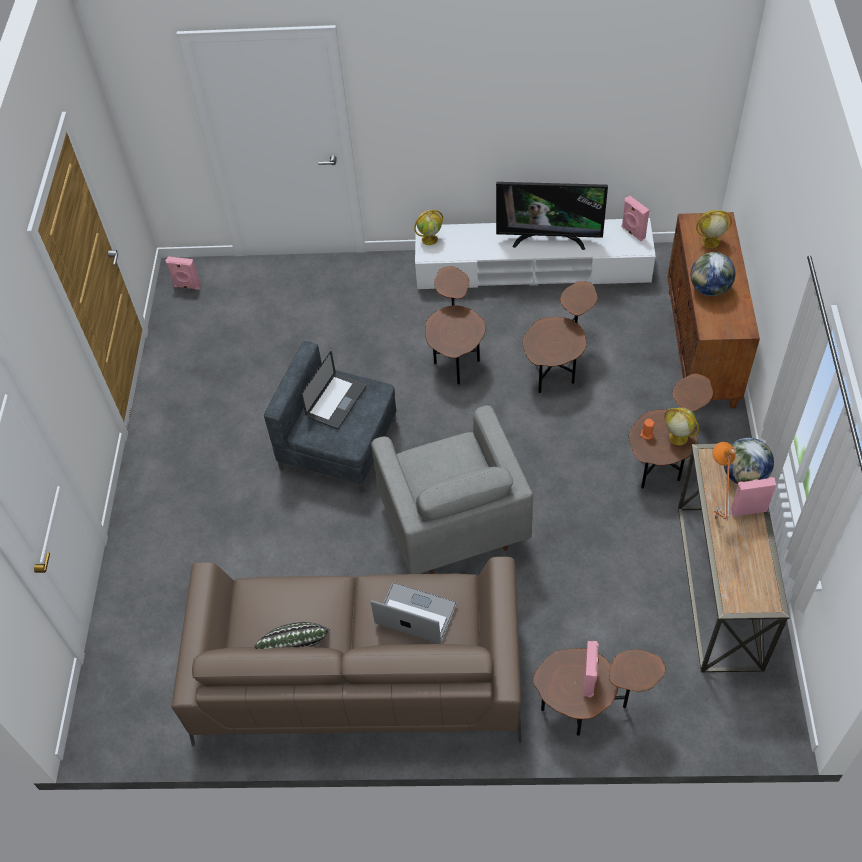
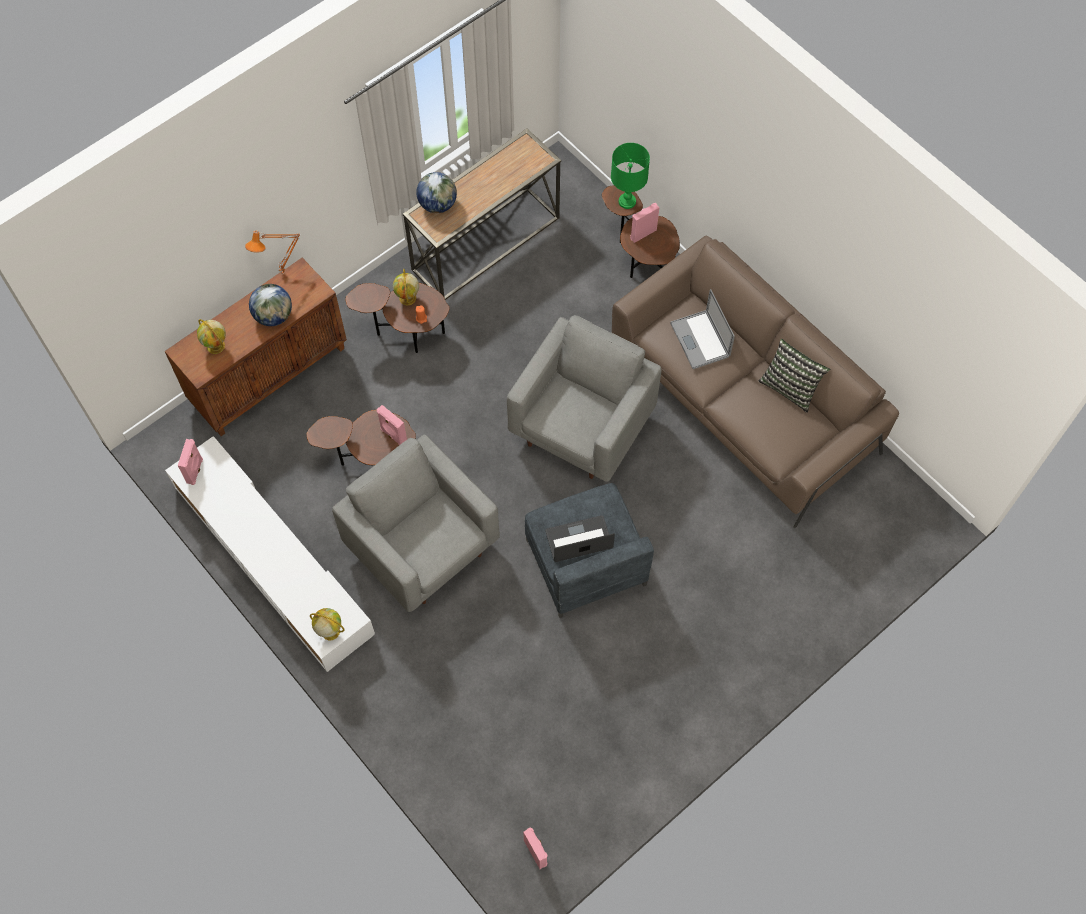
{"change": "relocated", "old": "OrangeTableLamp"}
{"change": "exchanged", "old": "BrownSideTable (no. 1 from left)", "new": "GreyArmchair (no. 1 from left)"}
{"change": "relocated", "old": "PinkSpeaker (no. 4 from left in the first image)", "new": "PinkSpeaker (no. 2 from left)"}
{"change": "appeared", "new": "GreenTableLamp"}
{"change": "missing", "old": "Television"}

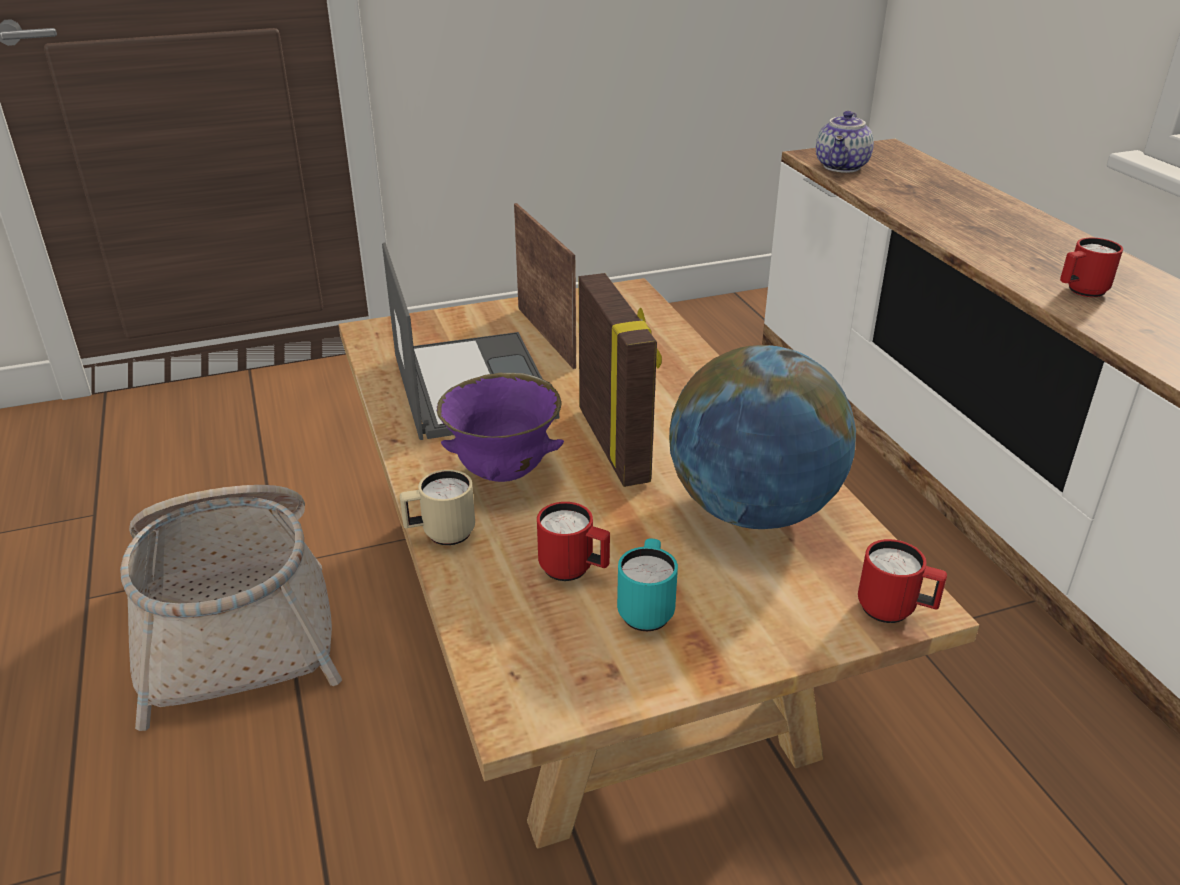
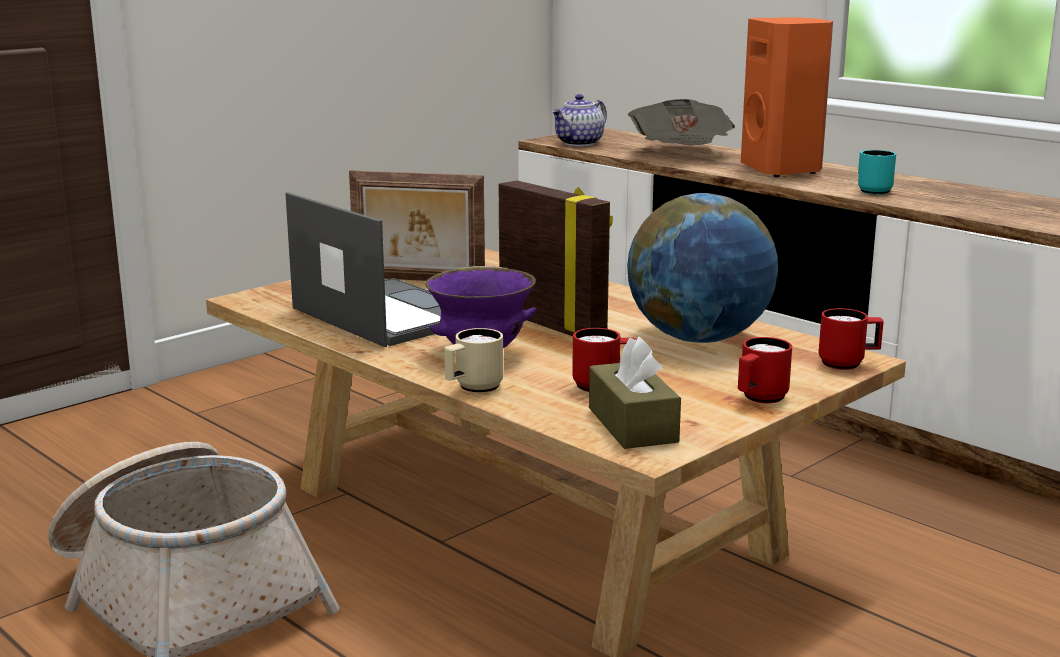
{"change": "spun", "old": "PictureFrame (no. 1 from left)", "degrees": 150}
{"change": "spun", "old": "Teapot", "degrees": 45}
{"change": "appeared", "new": "BrownTissueBox"}
{"change": "appeared", "new": "Newspaper"}
{"change": "relocated", "old": "RedMug (no. 3 from left in the first image)", "new": "RedMug (no. 2 from left)"}
{"change": "appeared", "new": "OrangeSpeaker"}
{"change": "relocated", "old": "TurquoiseMug"}

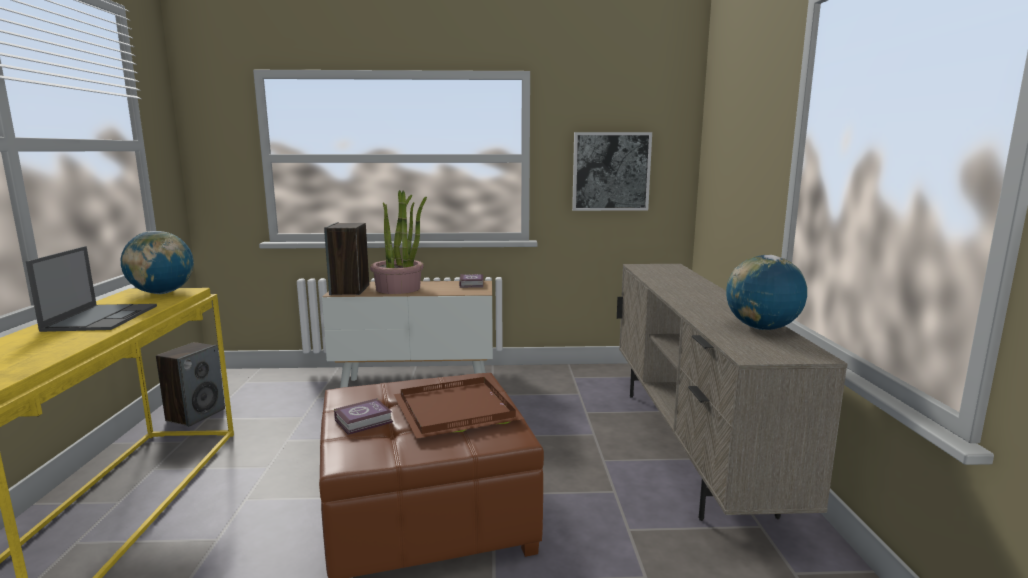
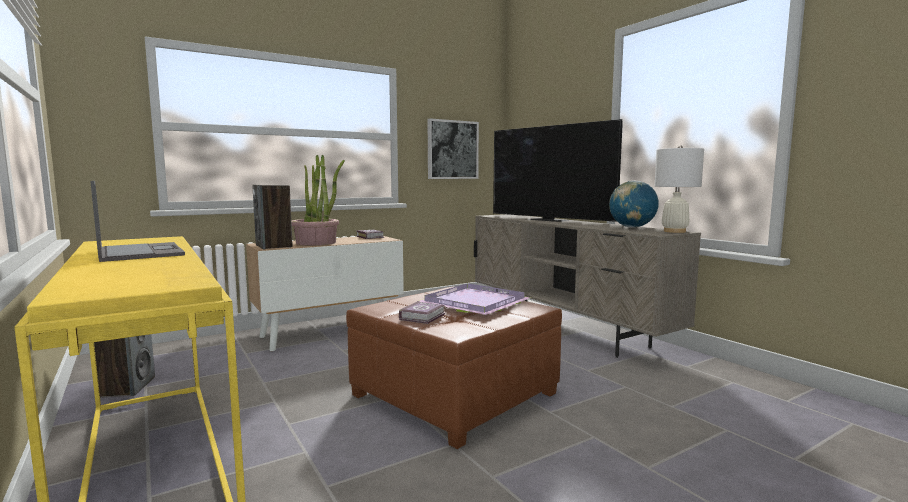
{"change": "colour", "old": "BrownTray", "new": "PurpleTray"}
{"change": "appeared", "new": "Television"}
{"change": "appeared", "new": "WhiteTableLamp"}
{"change": "missing", "old": "Globe (no. 1 from left)"}

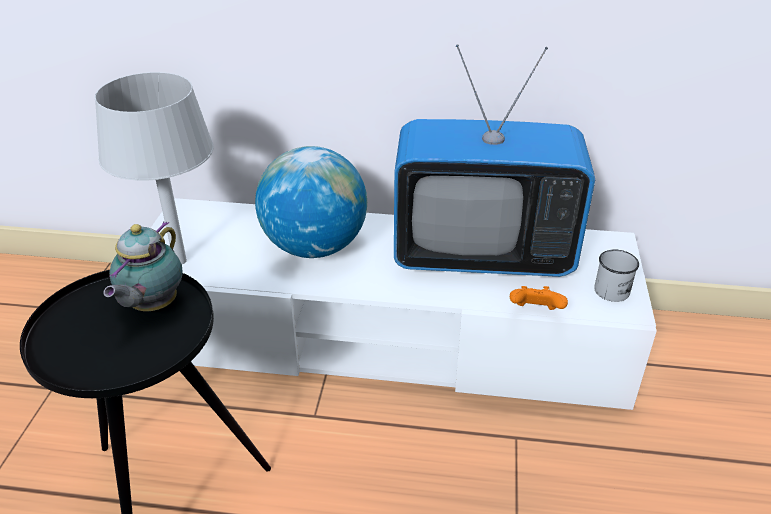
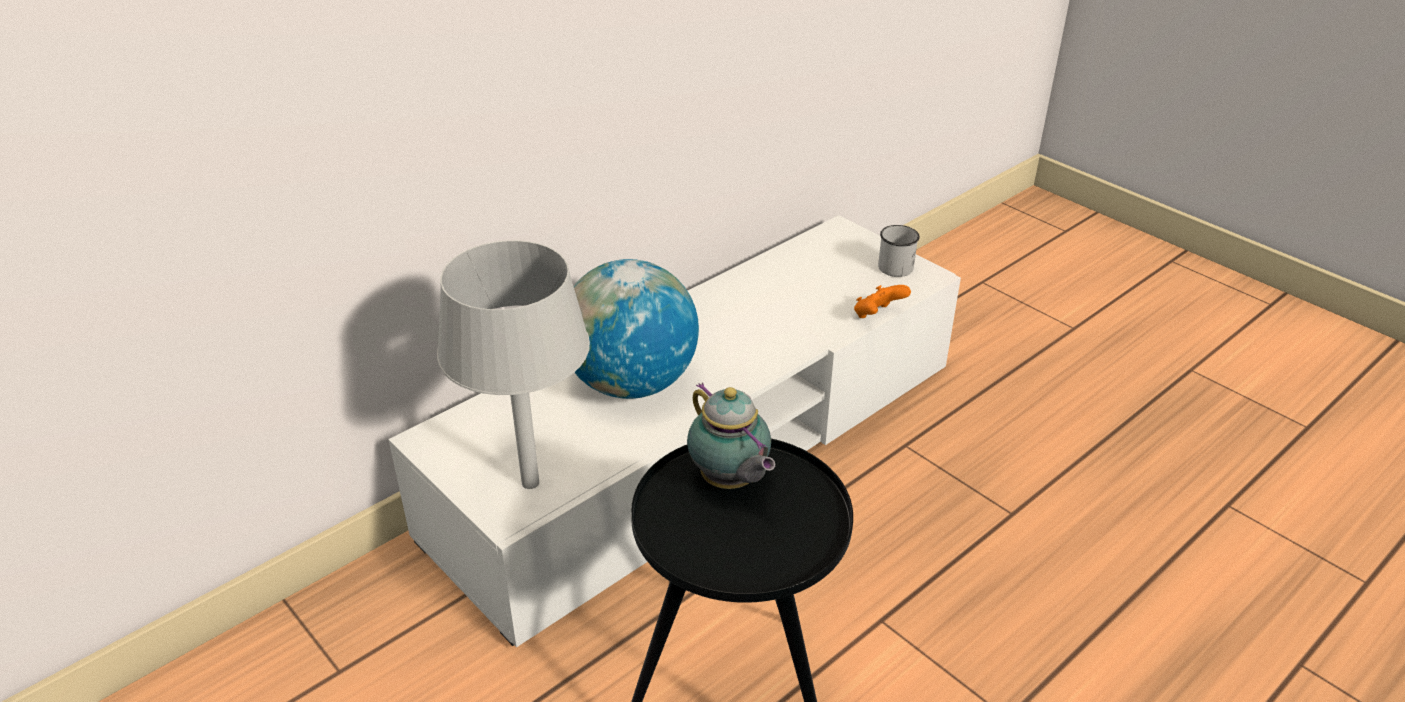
{"change": "missing", "old": "Television"}

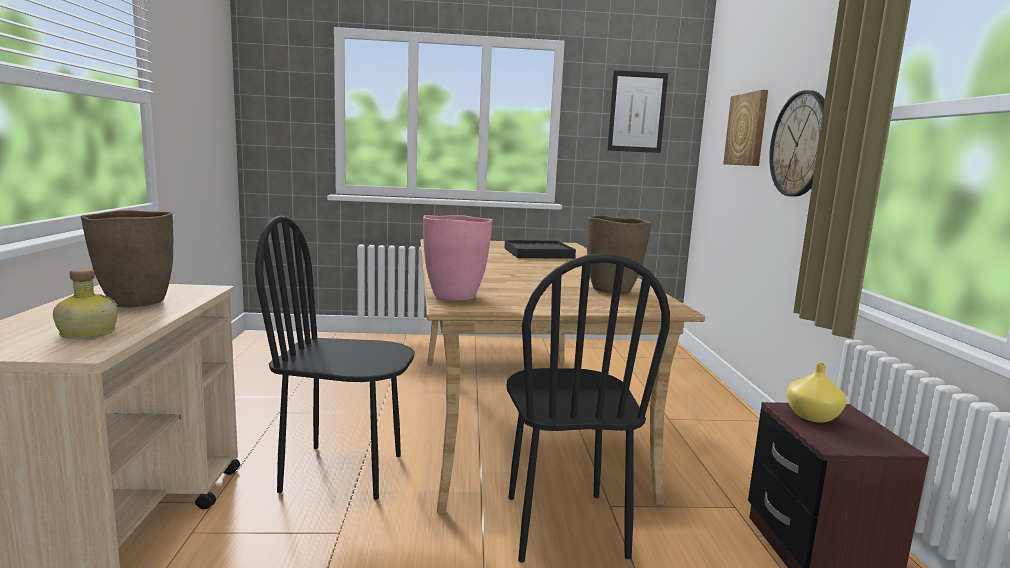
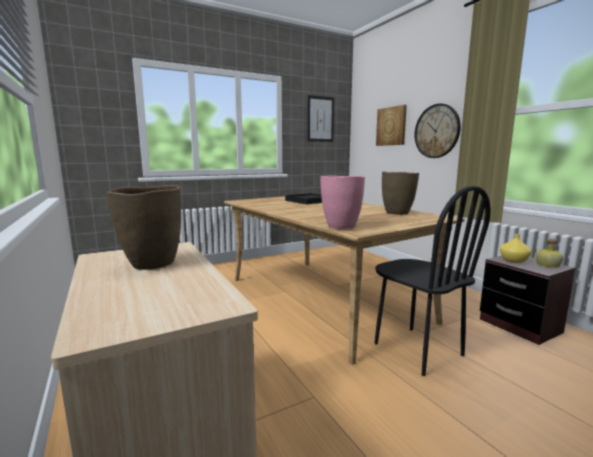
{"change": "relocated", "old": "Bottle"}
{"change": "missing", "old": "BlackChair (no. 1 from left)"}

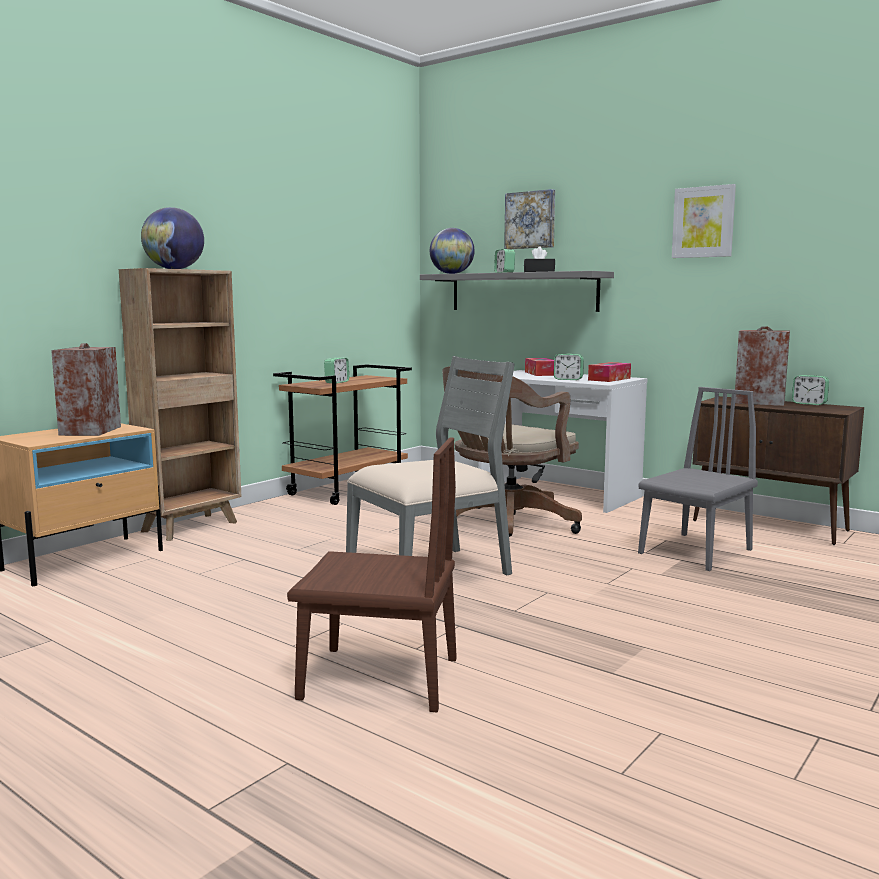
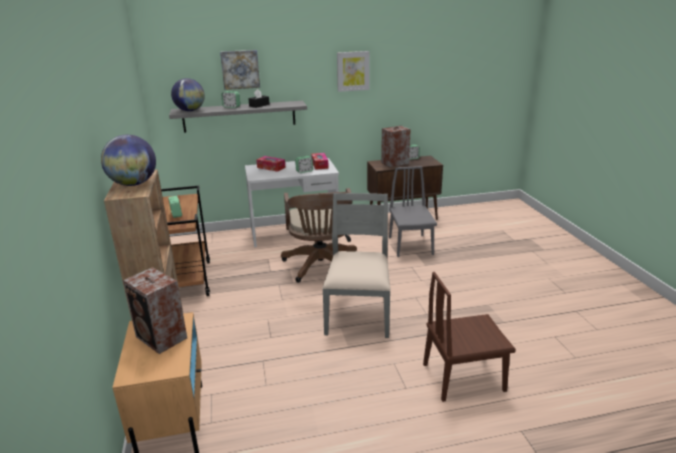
{"change": "spun", "old": "BrownChair", "degrees": -150}

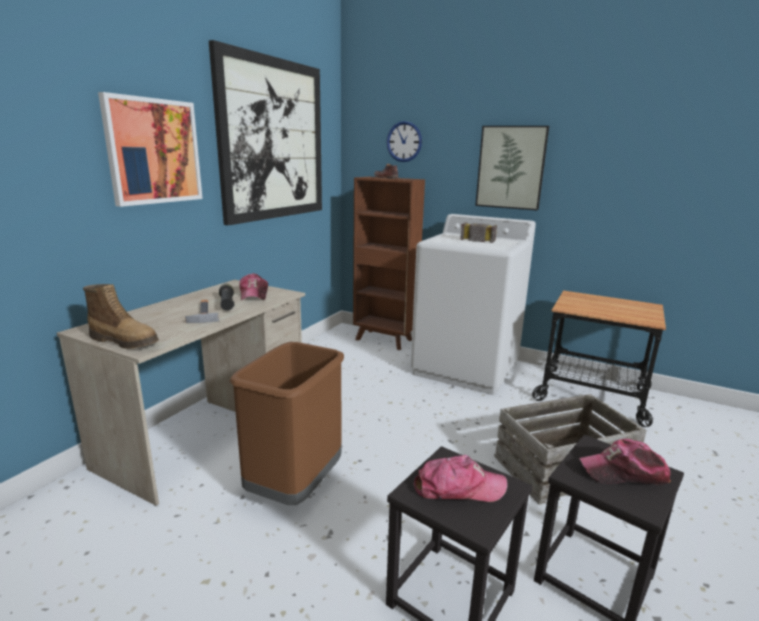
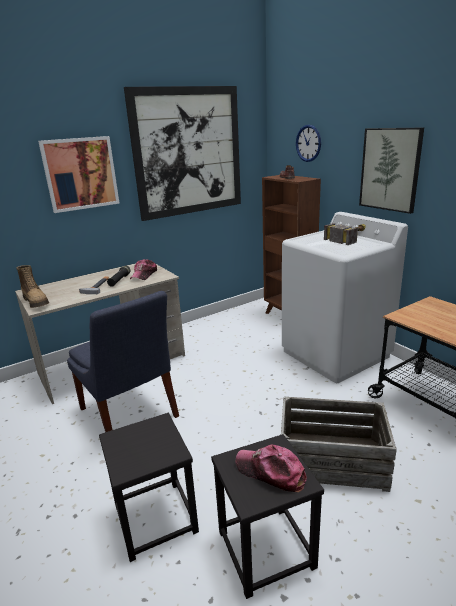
{"change": "exchanged", "old": "BrownTrashCan", "new": "BlueChair"}
{"change": "missing", "old": "Cap (no. 2 from left)"}

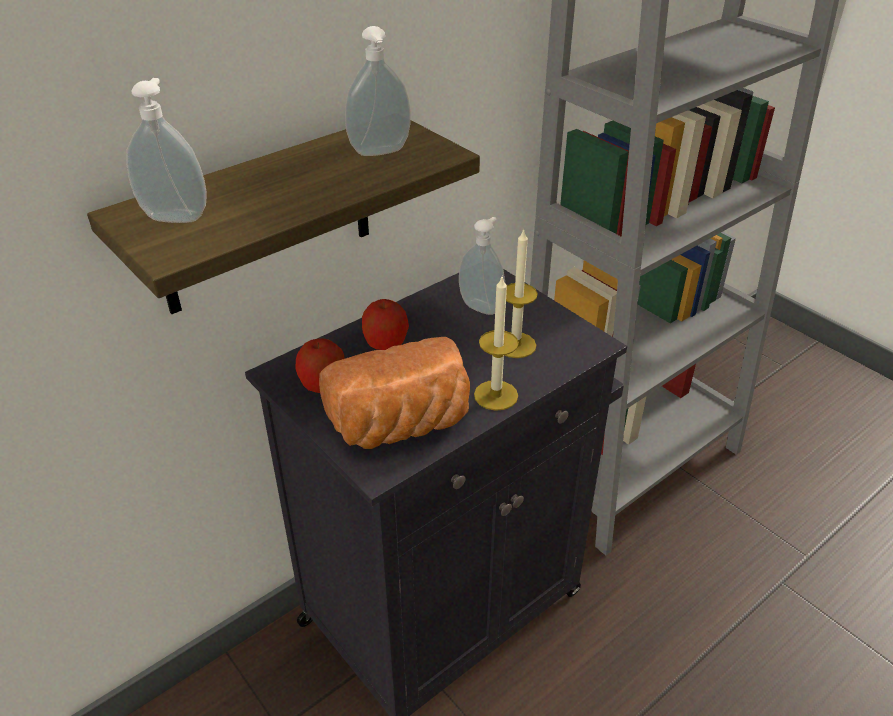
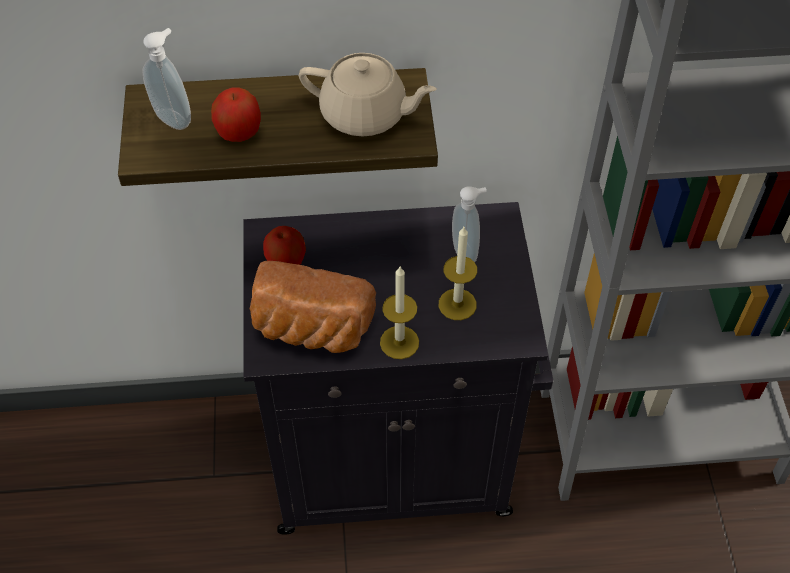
{"change": "relocated", "old": "Apple (no. 2 from left in the first image)", "new": "Apple (no. 1 from left)"}
{"change": "exchanged", "old": "SoapDispenser (no. 2 from left)", "new": "BeigeTeapot"}

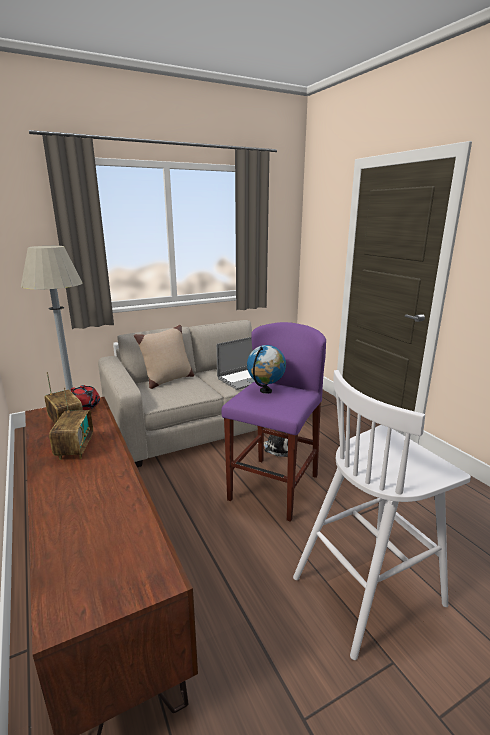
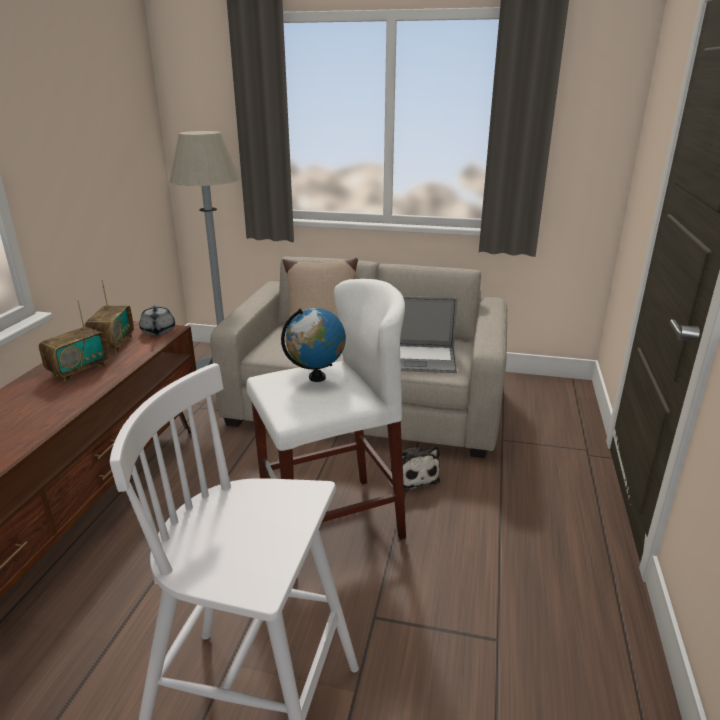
{"change": "colour", "old": "RedTeapot", "new": "GreyTeapot"}
{"change": "colour", "old": "PurpleStool", "new": "WhiteStool (no. 2 from left)"}

